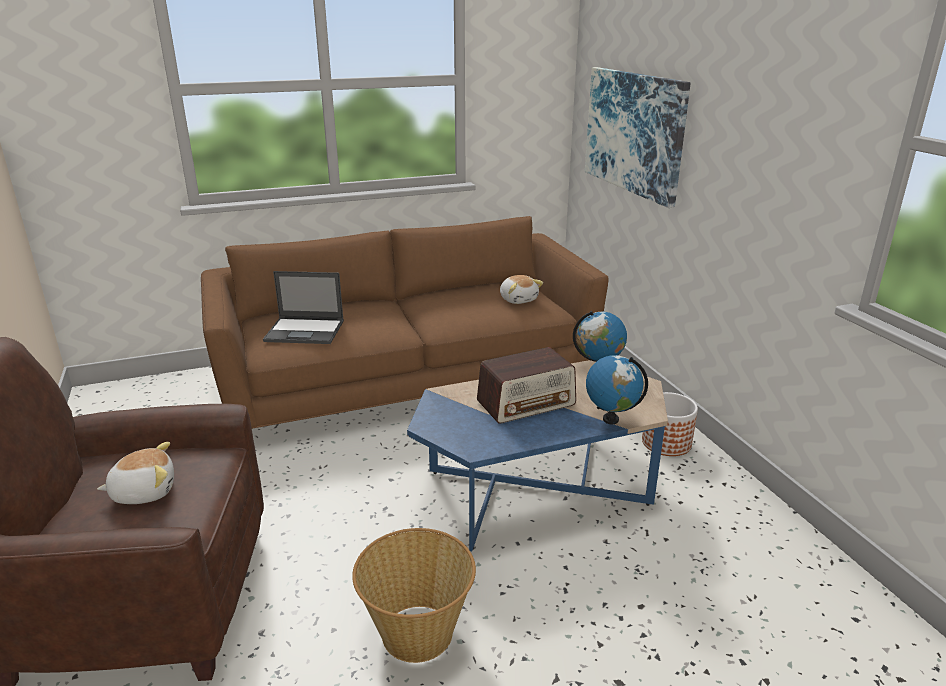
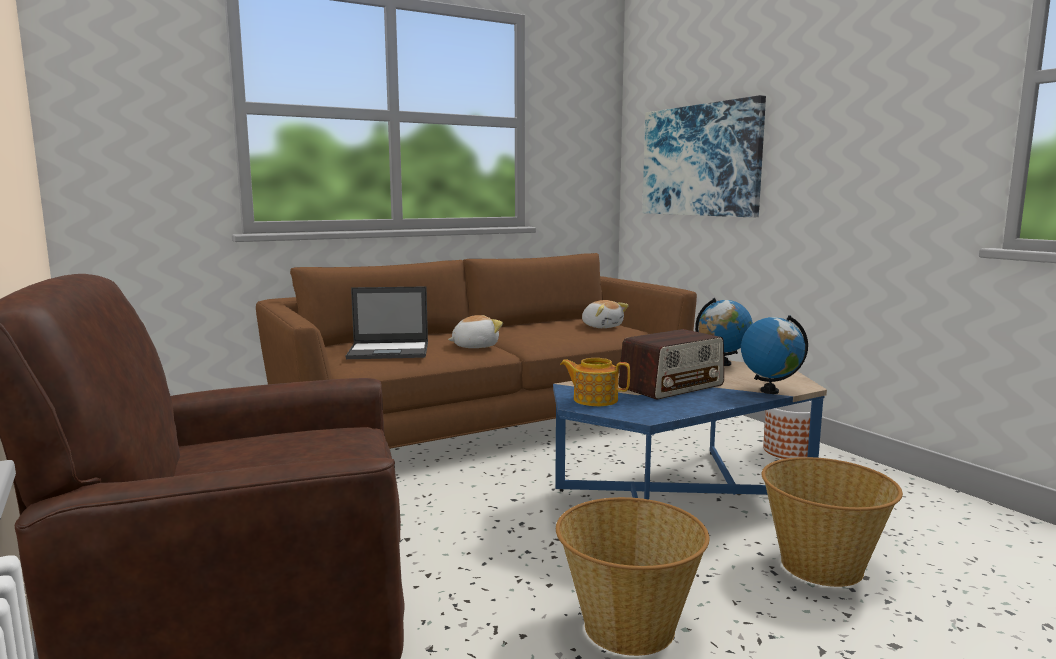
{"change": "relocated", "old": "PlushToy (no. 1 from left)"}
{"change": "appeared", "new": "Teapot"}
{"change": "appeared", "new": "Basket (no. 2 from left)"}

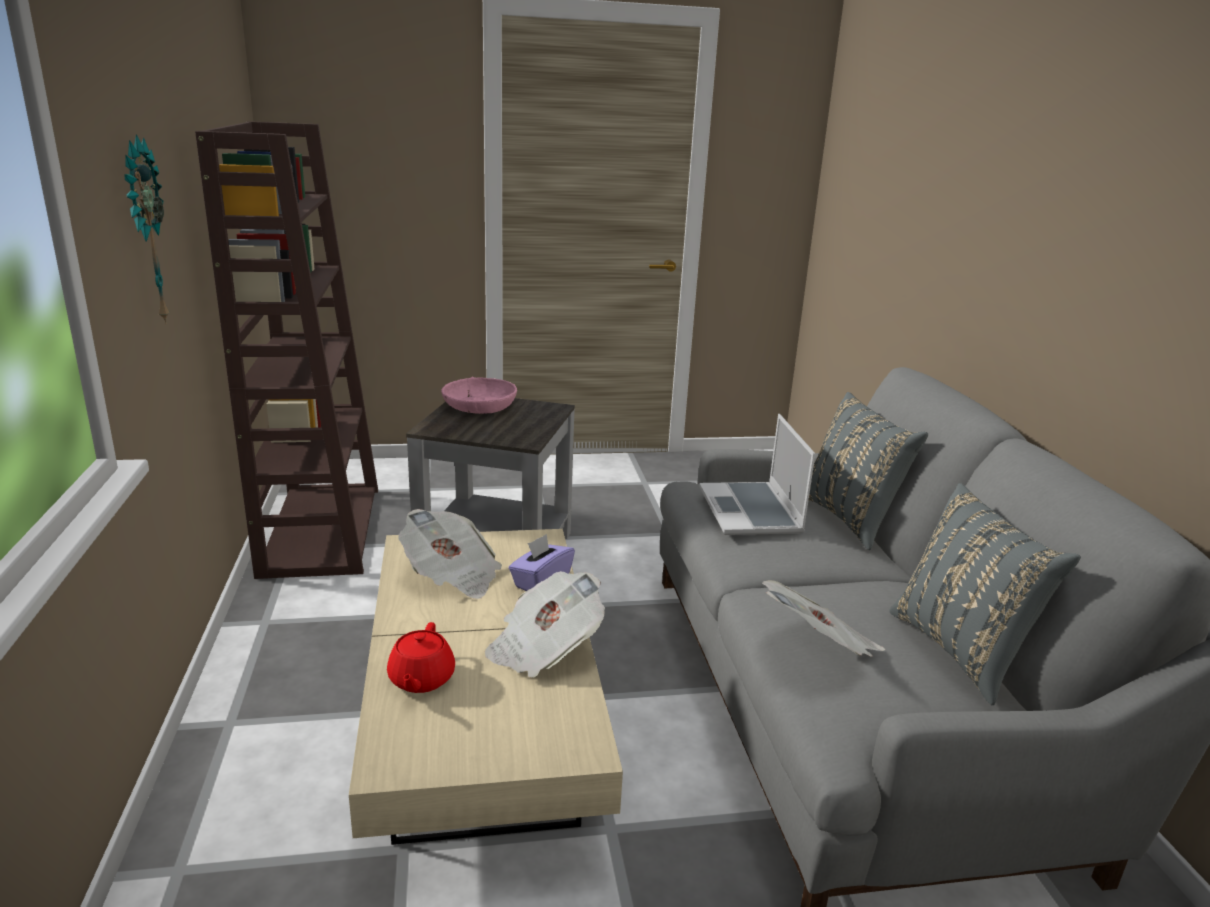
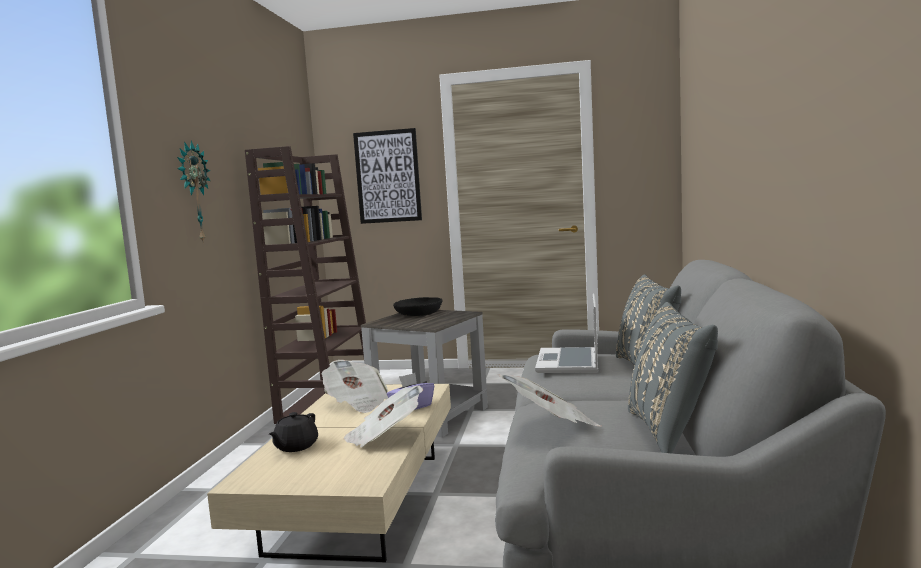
{"change": "colour", "old": "RedTeapot", "new": "BlackTeapot"}
{"change": "appeared", "new": "Picture"}
{"change": "colour", "old": "PinkBowl", "new": "BlackBowl"}

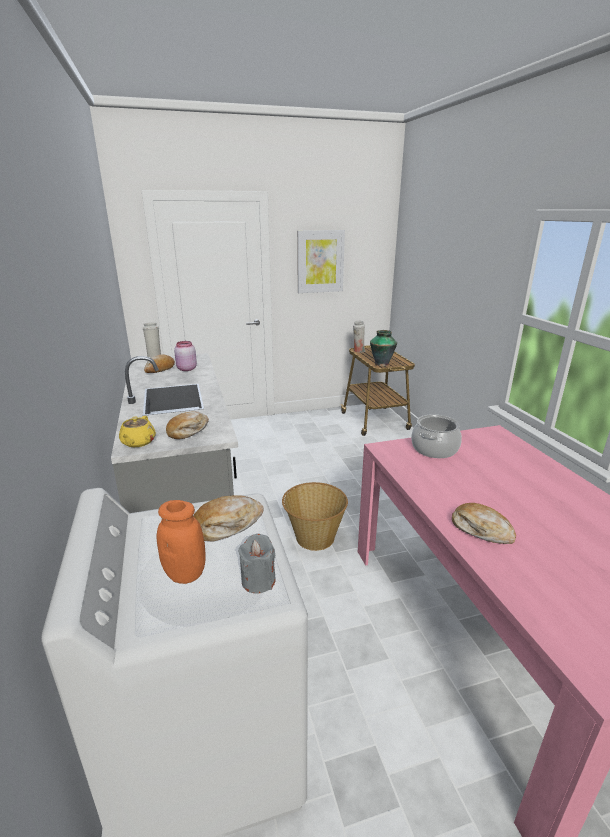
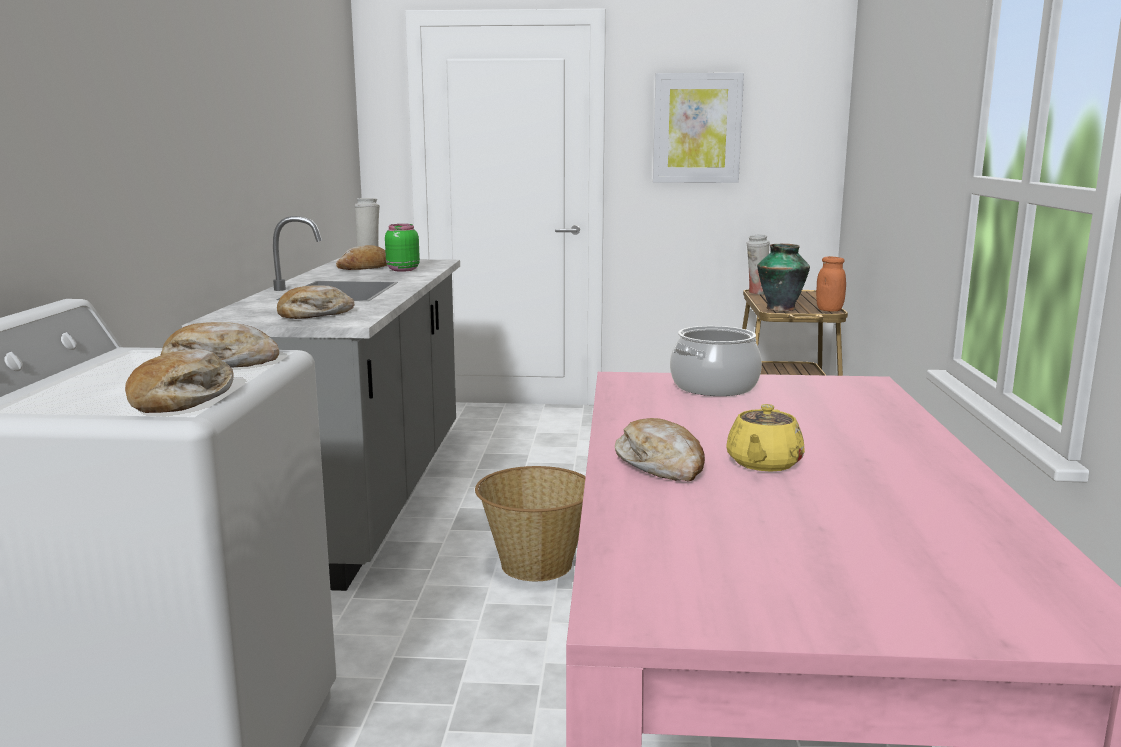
{"change": "exchanged", "old": "GreyCandle", "new": "Bread (no. 1 from left)"}
{"change": "colour", "old": "PinkJar", "new": "GreenJar"}
{"change": "relocated", "old": "YellowTeapot"}
{"change": "relocated", "old": "OrangeJar"}

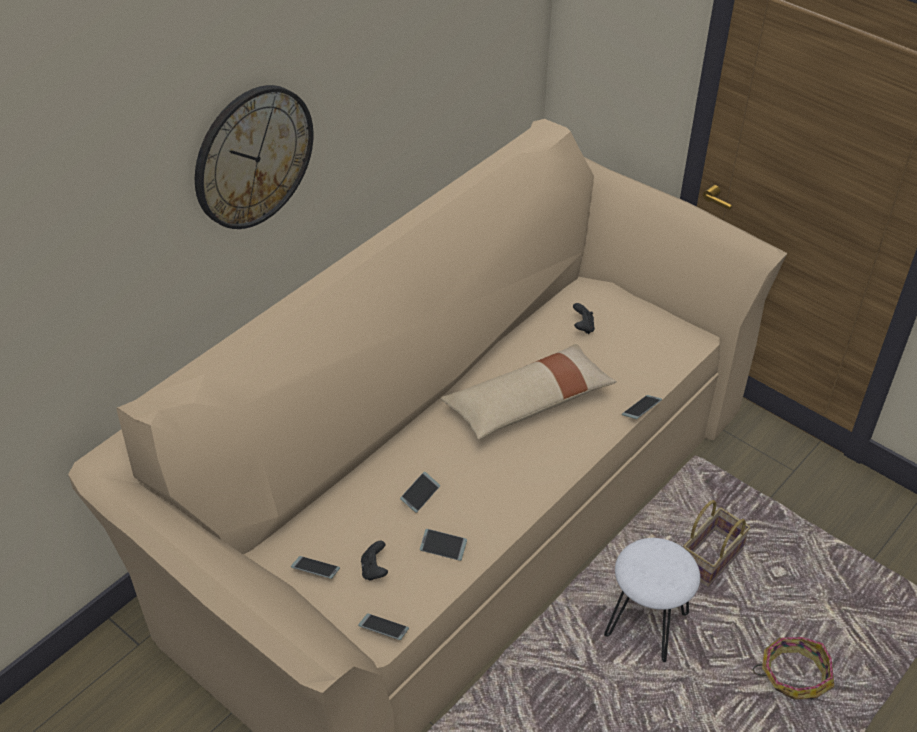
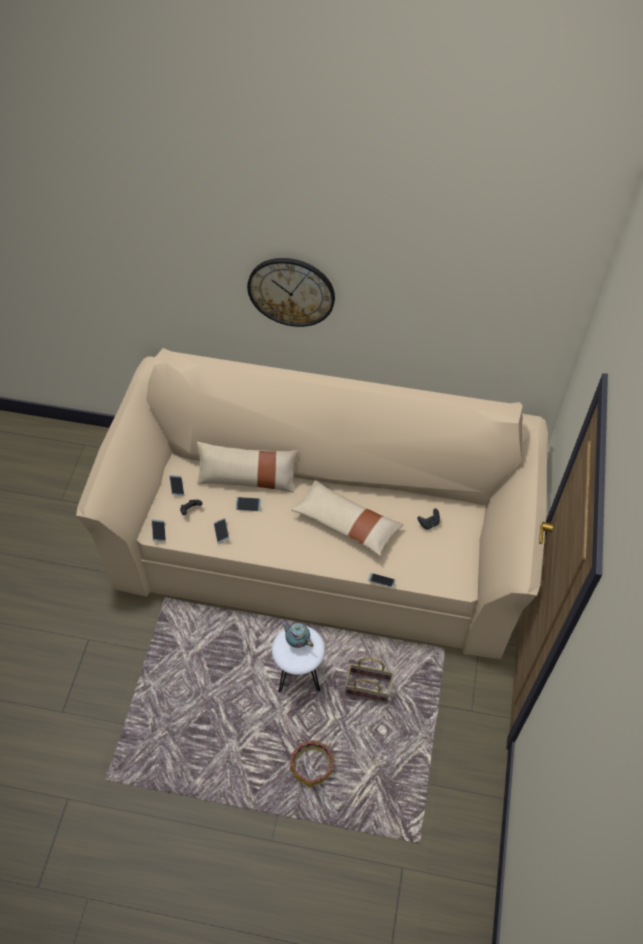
{"change": "appeared", "new": "BeigePillow (no. 1 from left)"}
{"change": "appeared", "new": "Teapot"}

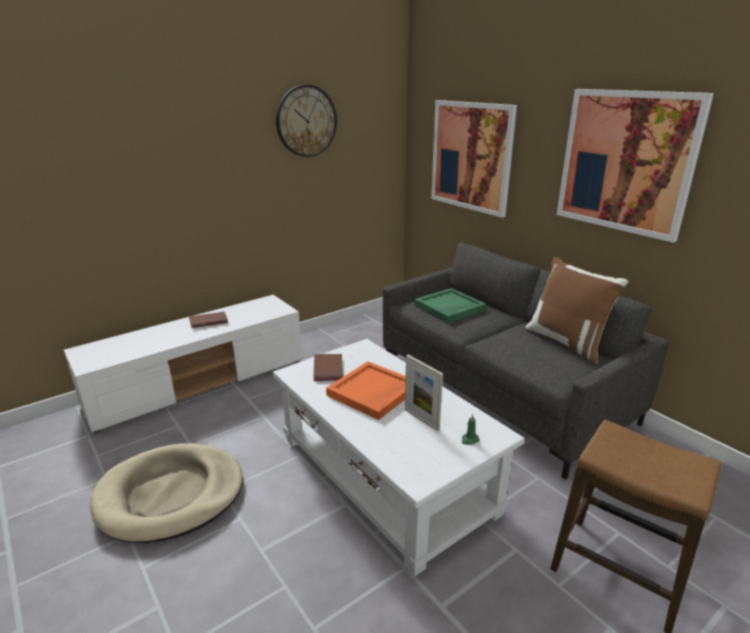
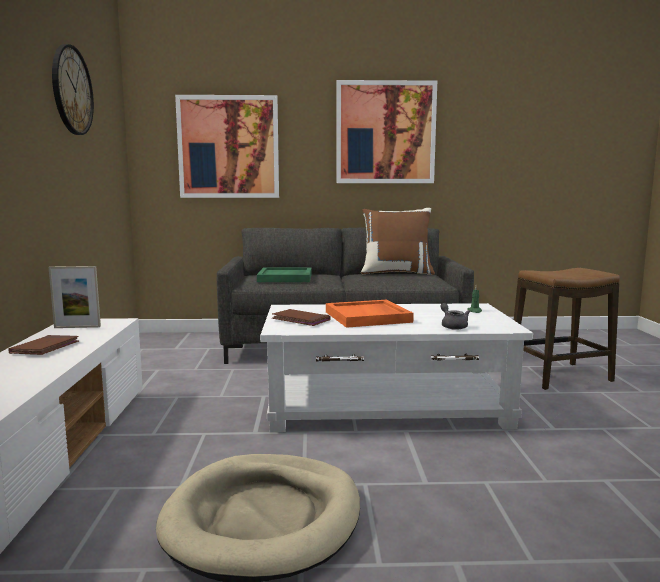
{"change": "relocated", "old": "PictureFrame"}
{"change": "appeared", "new": "GreyTeapot"}

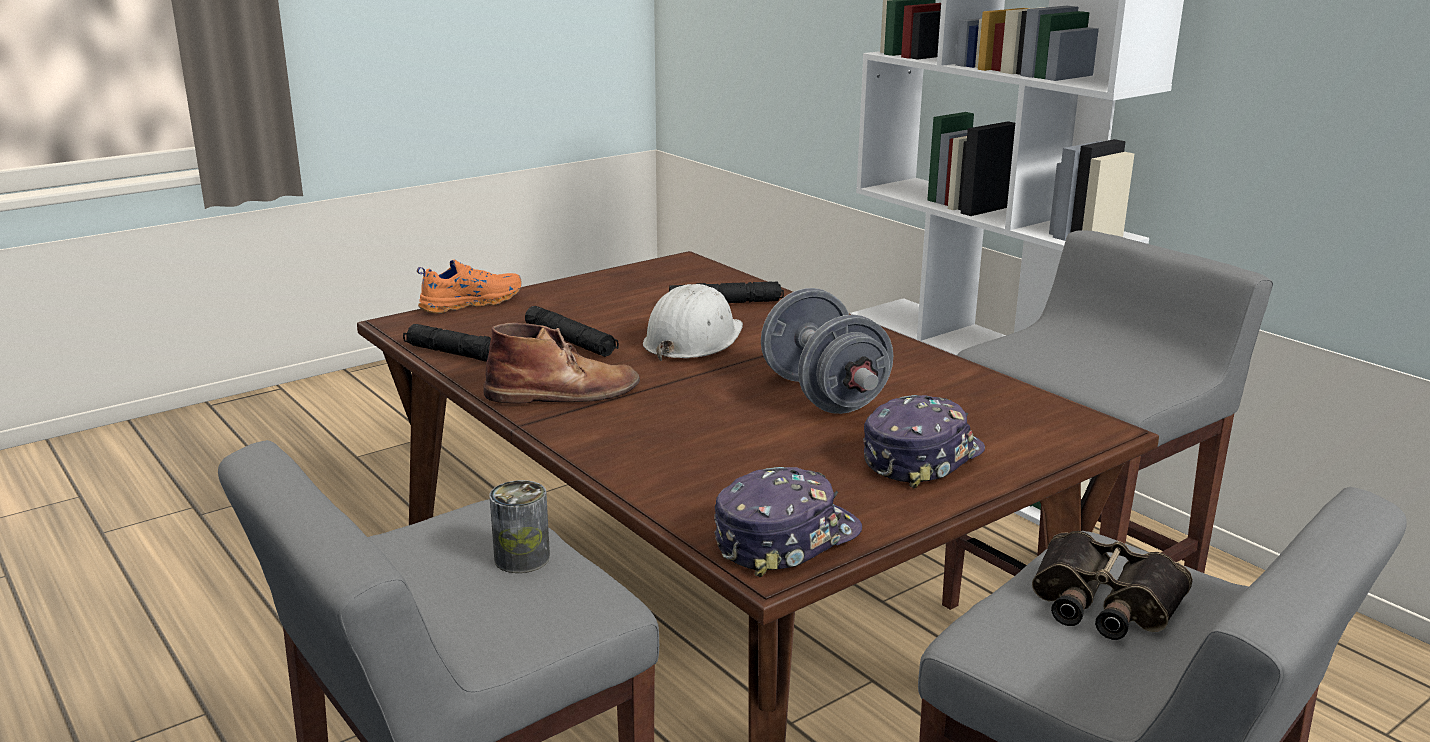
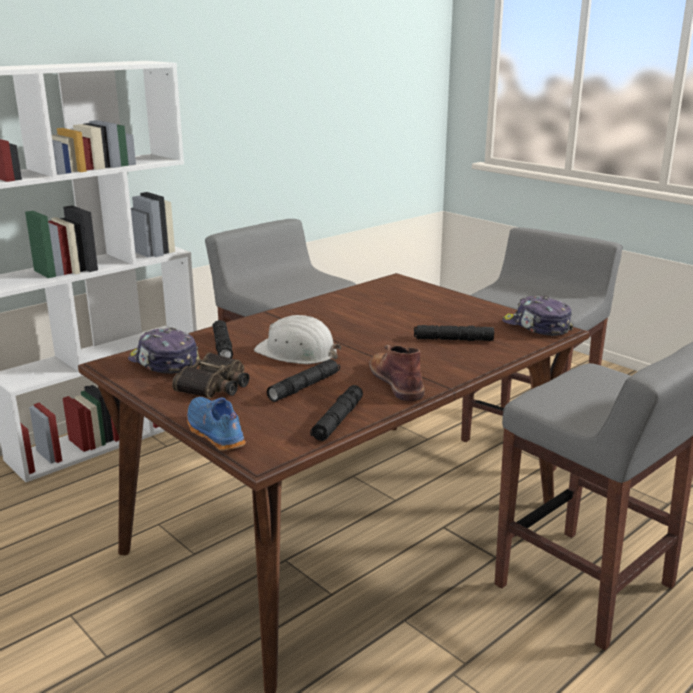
{"change": "relocated", "old": "Cap (no. 2 from left in the first image)", "new": "Cap (no. 1 from left)"}
{"change": "relocated", "old": "Binoculars"}
{"change": "colour", "old": "OrangeShoe", "new": "BlueShoe"}
{"change": "appeared", "new": "BlackFlashlight (no. 4 from left)"}
{"change": "missing", "old": "Can"}
{"change": "missing", "old": "GreyDumbbell"}

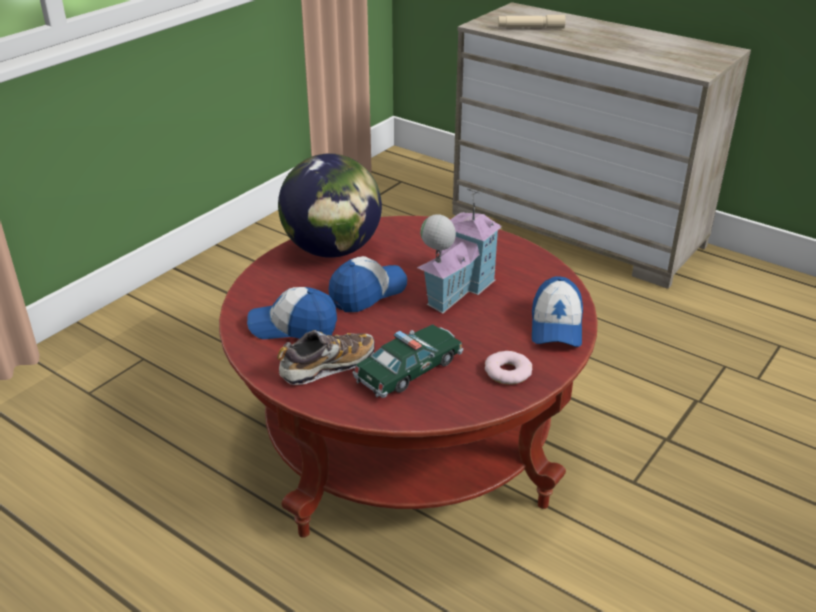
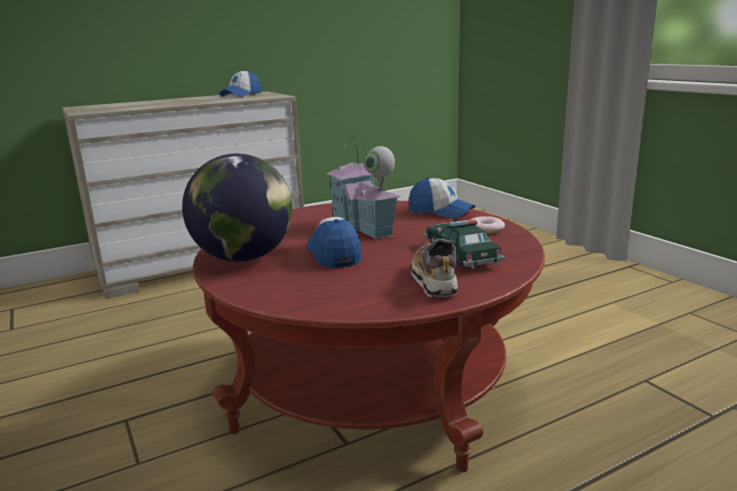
{"change": "relocated", "old": "Cap (no. 1 from left)"}
{"change": "missing", "old": "BeigeFlashlight"}

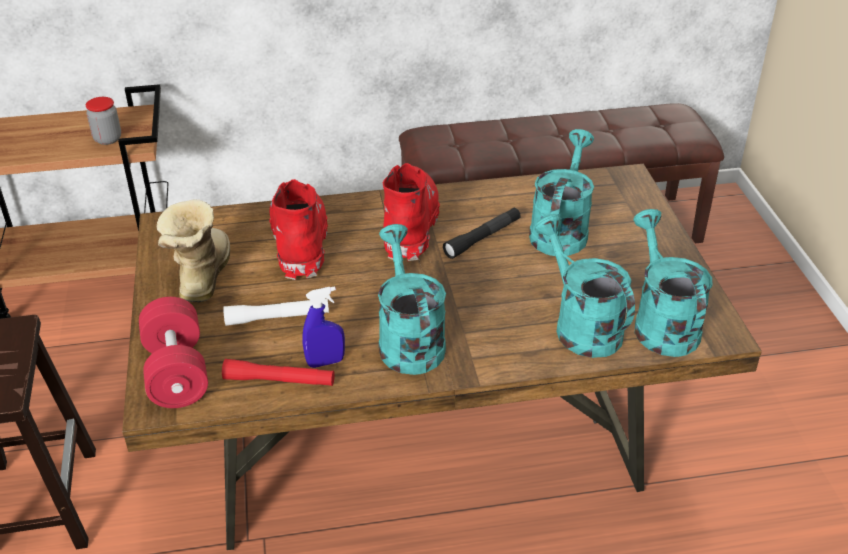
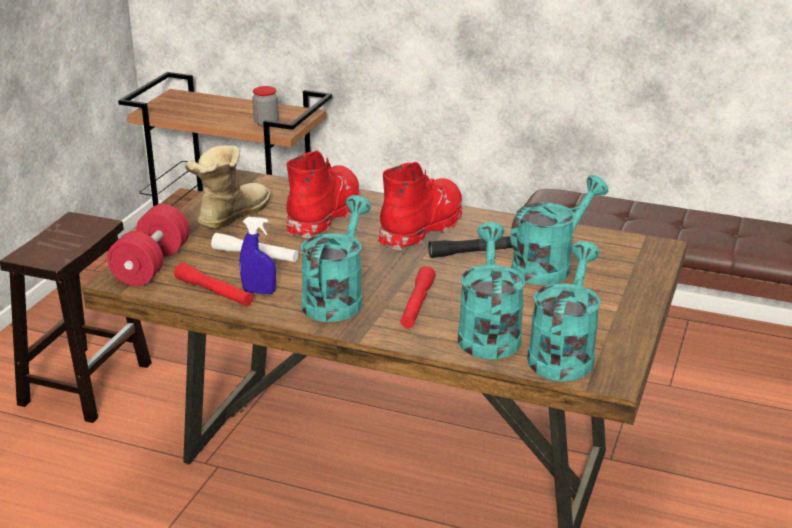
{"change": "appeared", "new": "RedFlashlight (no. 2 from left)"}

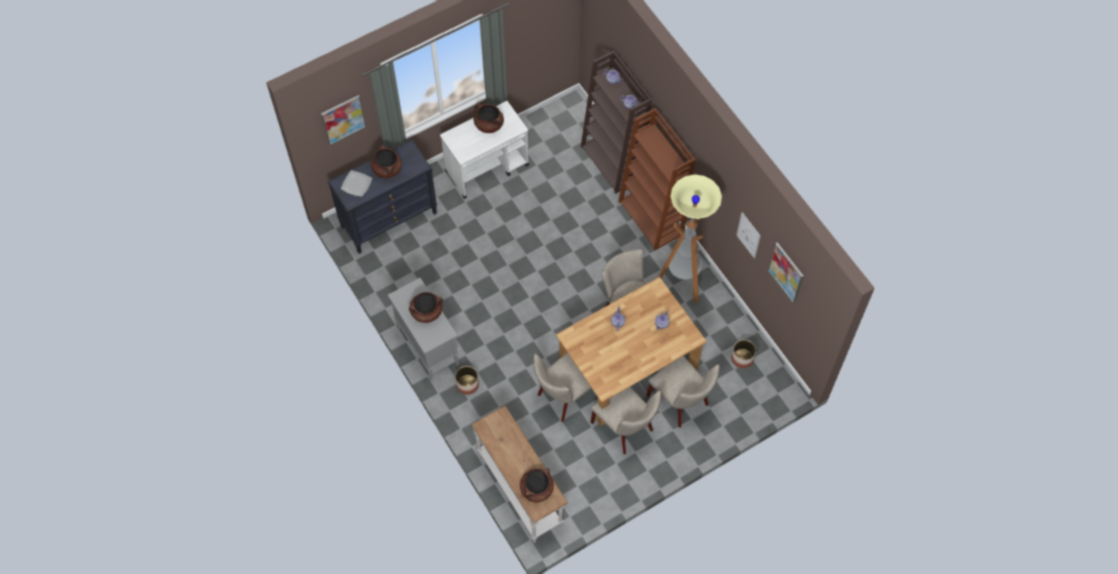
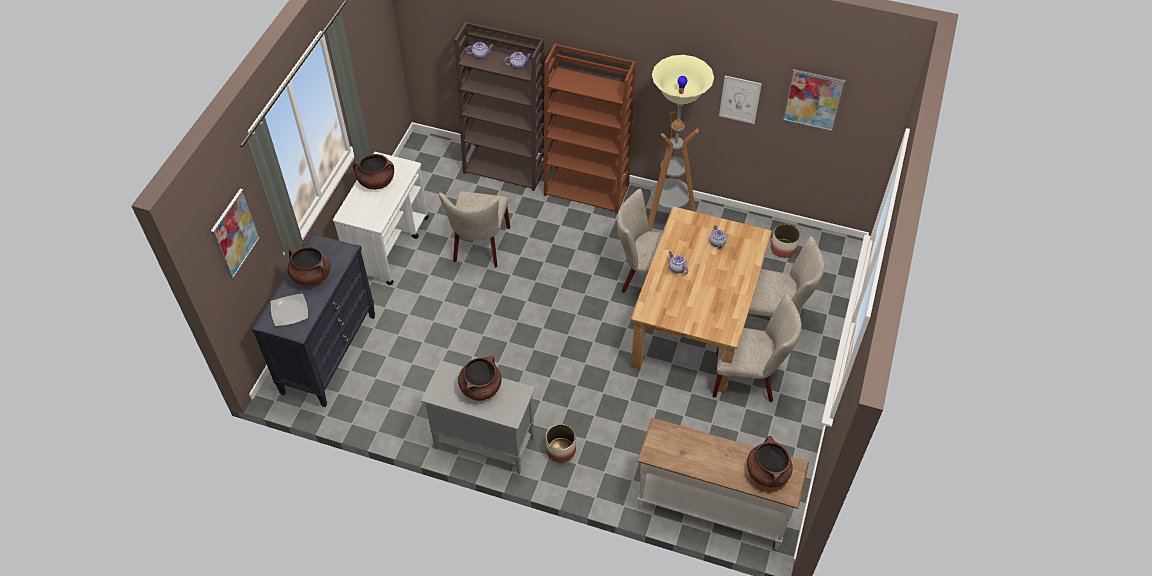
{"change": "relocated", "old": "BeigeChair (no. 1 from left)"}

